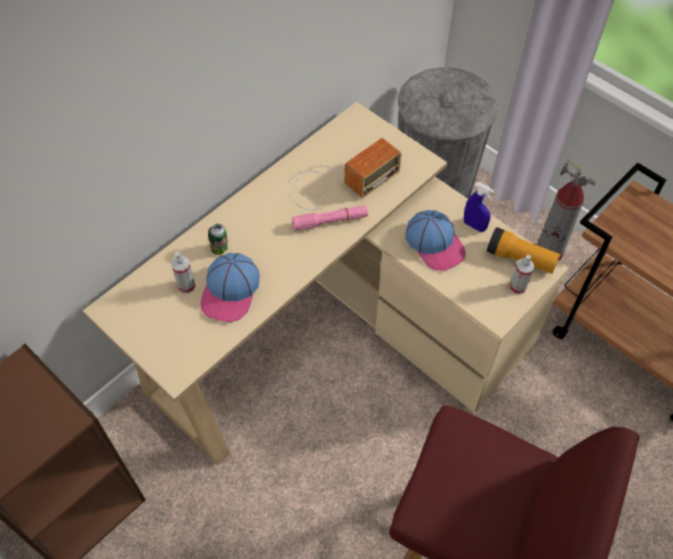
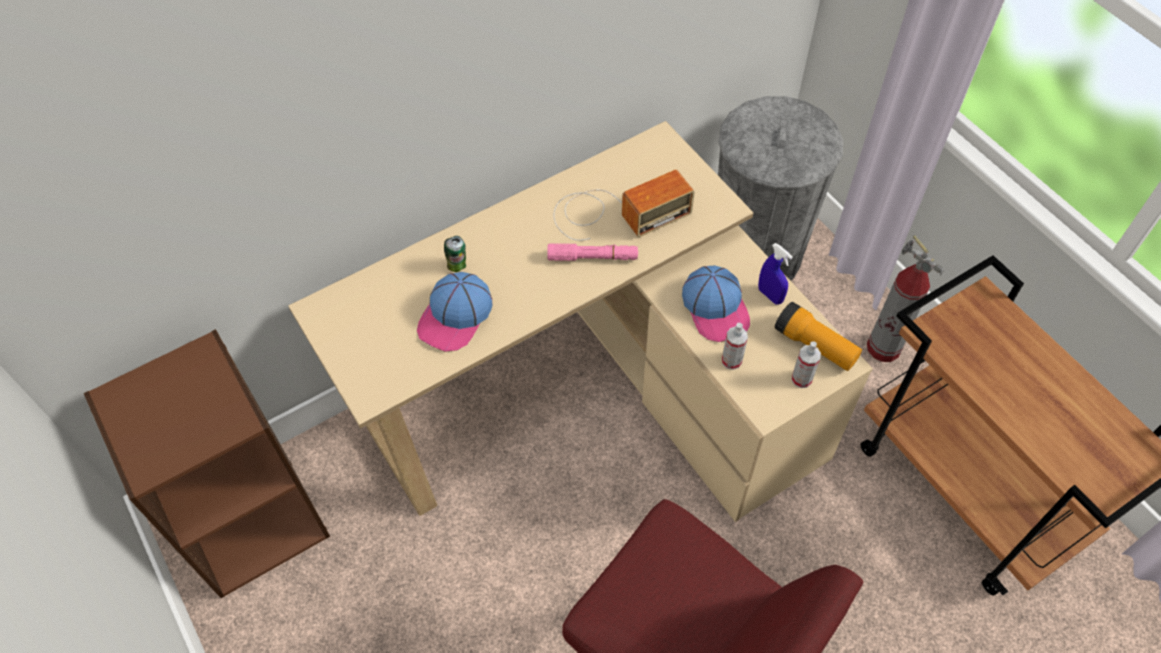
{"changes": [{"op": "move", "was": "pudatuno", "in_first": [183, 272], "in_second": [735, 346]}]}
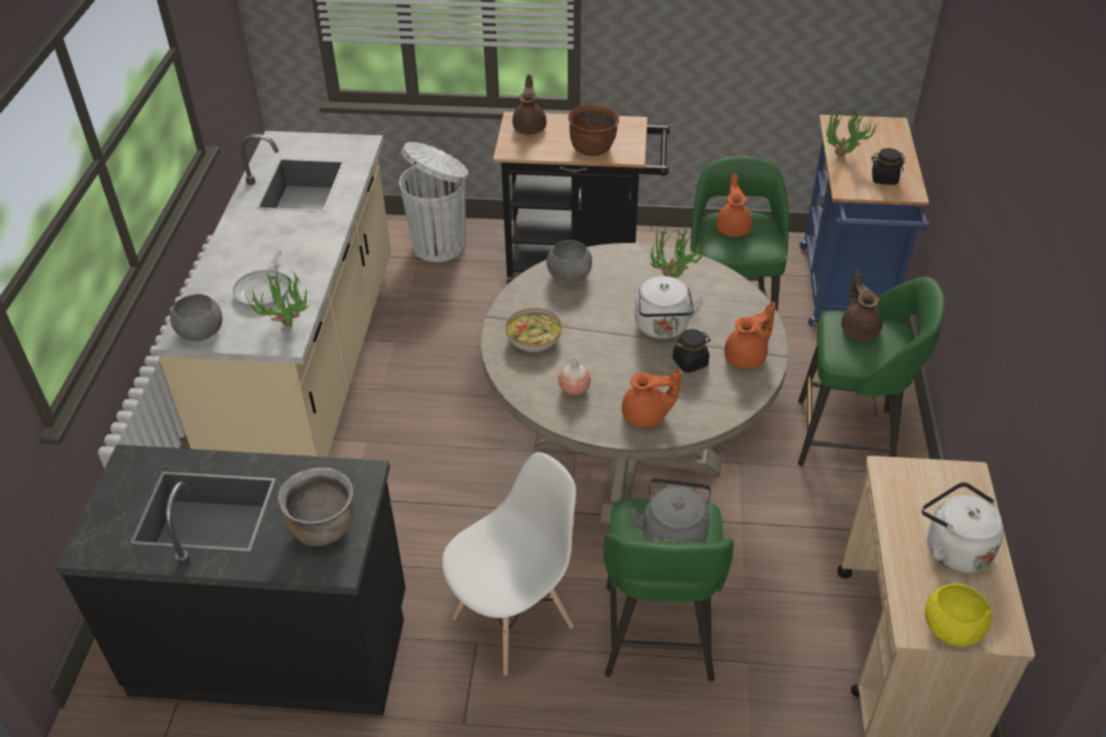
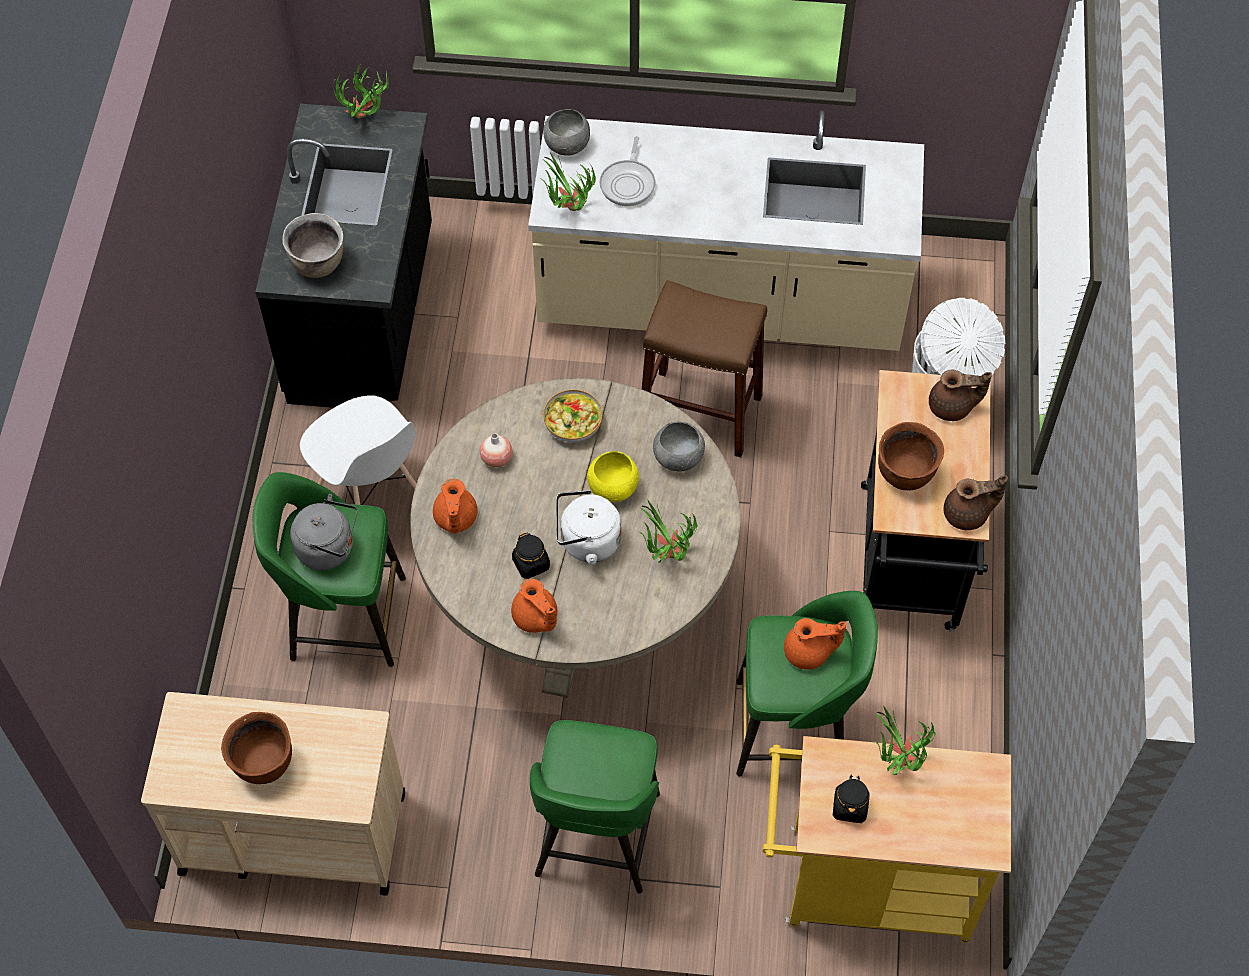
{"changes": [{"op": "replace", "was": "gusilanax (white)", "now": "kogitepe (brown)", "in_first": [963, 527], "in_second": [256, 748]}, {"op": "insert", "now": "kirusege", "in_second": [361, 91]}, {"op": "move", "was": "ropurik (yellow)", "in_first": [958, 614], "in_second": [613, 476]}, {"op": "rotate", "was": "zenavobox", "in_first": [261, 279], "in_second": [627, 171], "clockwise": -90}, {"op": "insert", "now": "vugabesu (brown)", "in_second": [704, 369]}, {"op": "recolor", "was": "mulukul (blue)", "now": "mulukul (yellow)", "in_first": [864, 220], "in_second": [886, 839]}, {"op": "move", "was": "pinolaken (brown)", "in_first": [862, 305], "in_second": [976, 503]}]}
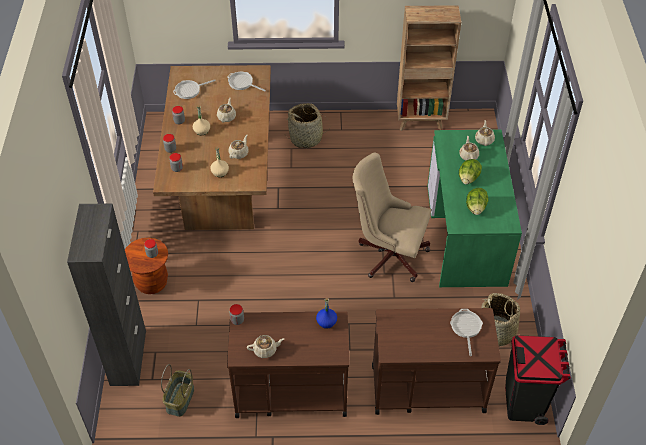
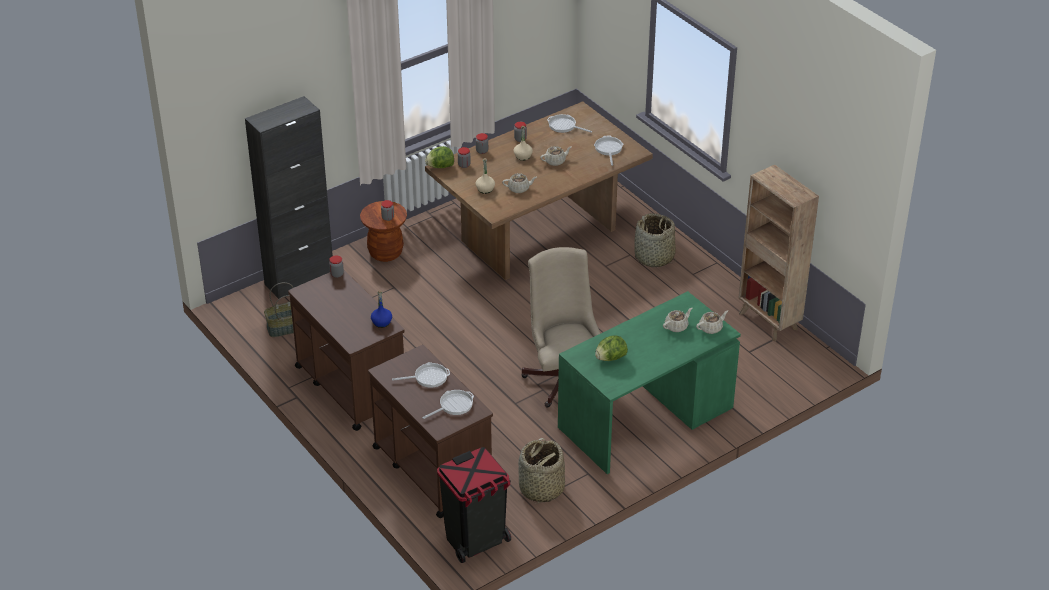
{"changes": [{"op": "insert", "now": "zenavobox", "in_second": [421, 375]}, {"op": "move", "was": "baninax", "in_first": [470, 172], "in_second": [439, 157]}, {"op": "delete", "was": "pinolaken (beige)", "in_first": [265, 346]}]}
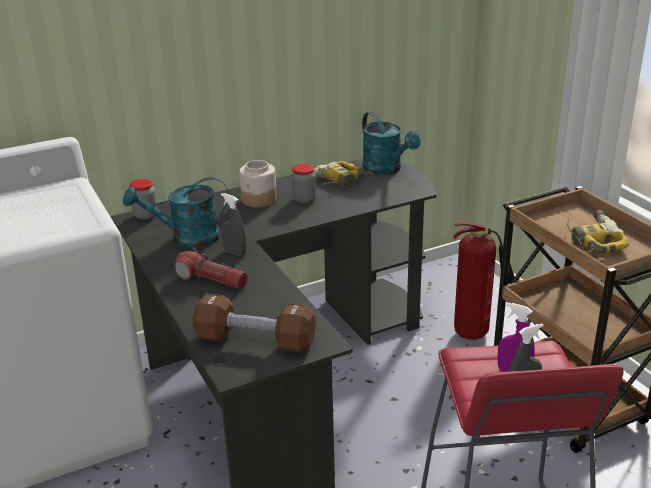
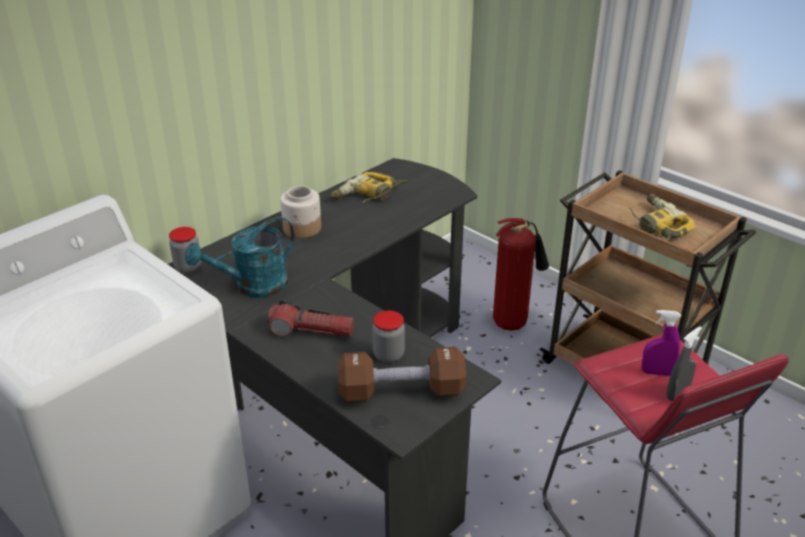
{"changes": [{"op": "move", "was": "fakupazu", "in_first": [303, 183], "in_second": [388, 337]}, {"op": "delete", "was": "pudatuno (grey)", "in_first": [233, 224]}, {"op": "delete", "was": "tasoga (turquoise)", "in_first": [391, 143]}]}
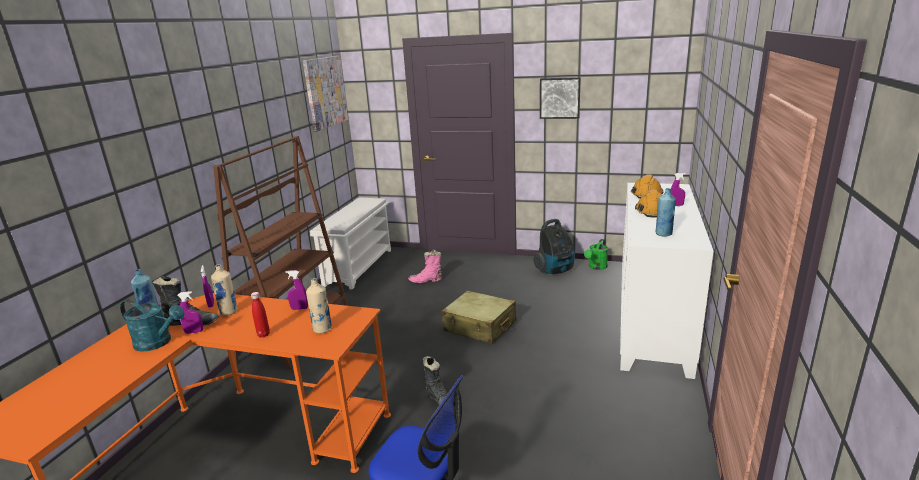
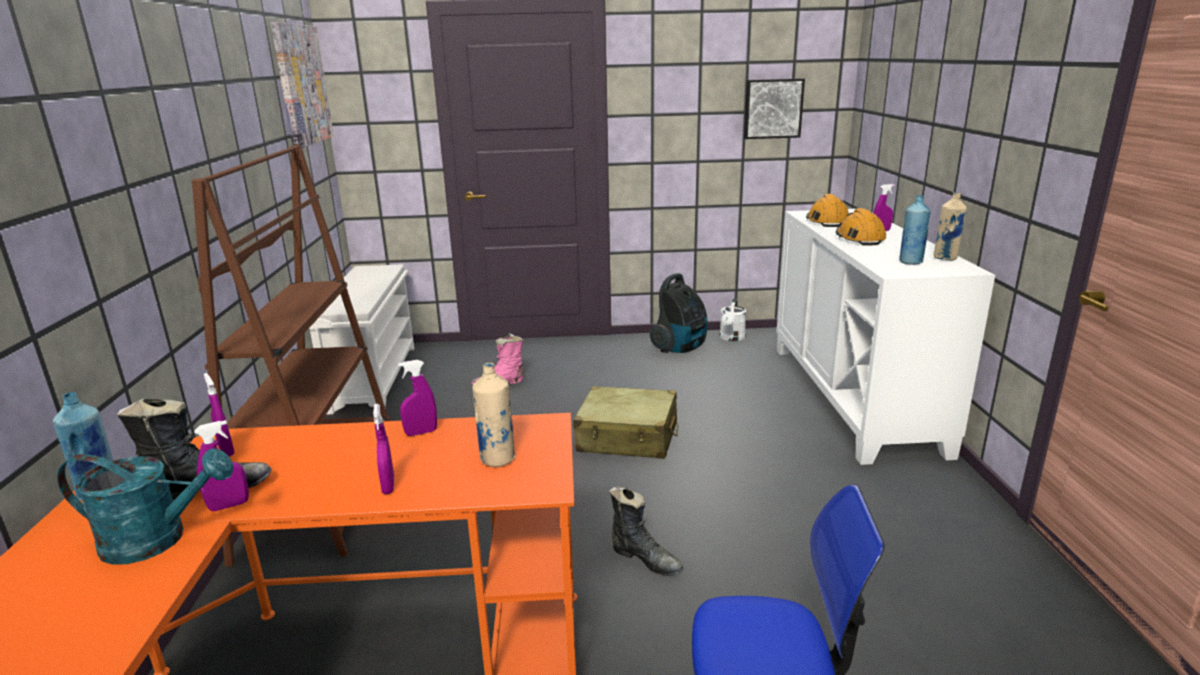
{"changes": [{"op": "replace", "was": "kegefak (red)", "now": "pudatuno (purple)", "in_first": [260, 315], "in_second": [383, 449]}, {"op": "recolor", "was": "tasoga (green)", "now": "tasoga (white)", "in_first": [596, 254], "in_second": [733, 319]}, {"op": "move", "was": "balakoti", "in_first": [560, 98], "in_second": [774, 108]}, {"op": "move", "was": "kegefak (beige)", "in_first": [224, 289], "in_second": [950, 226]}]}
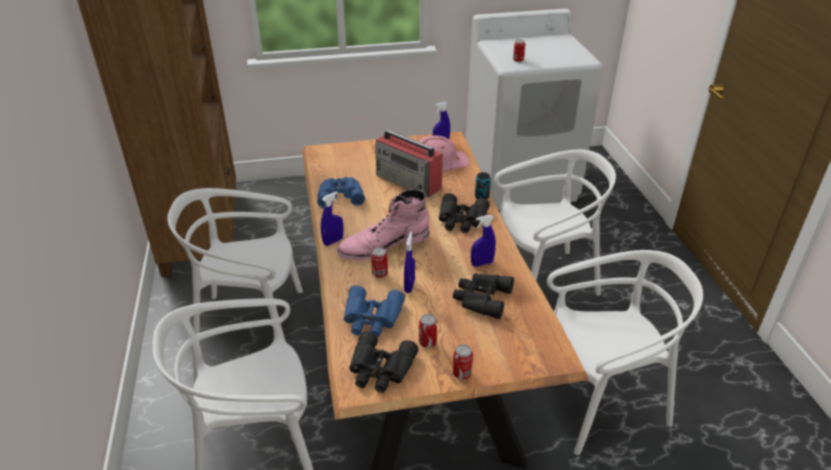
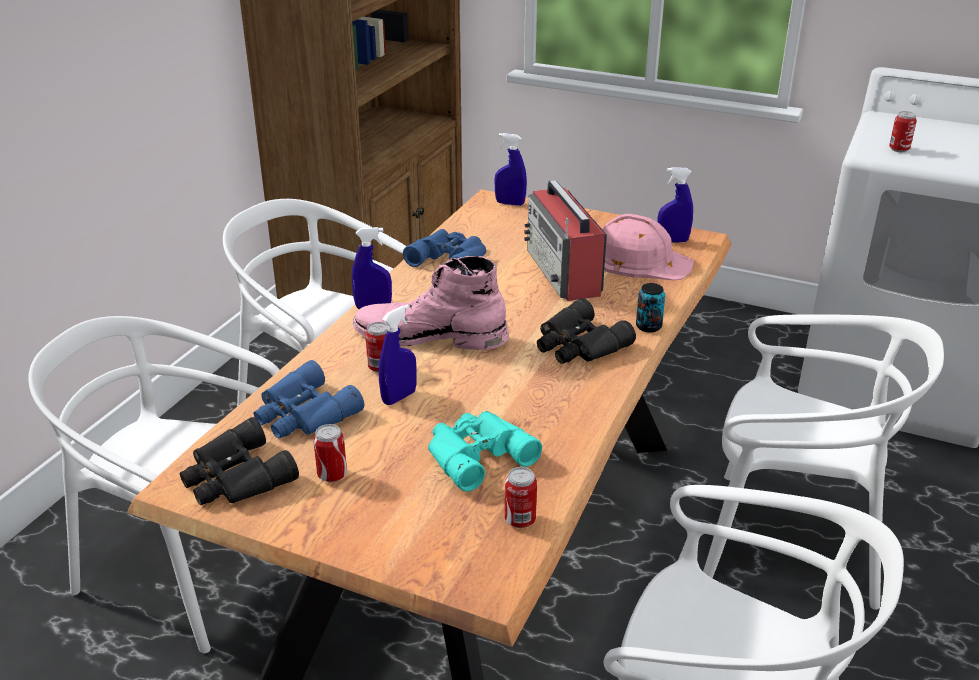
{"changes": [{"op": "recolor", "was": "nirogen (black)", "now": "nirogen (turquoise)", "in_first": [483, 296], "in_second": [485, 451]}, {"op": "move", "was": "pudatuno (blue)", "in_first": [483, 241], "in_second": [511, 169]}, {"op": "move", "was": "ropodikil", "in_first": [463, 361], "in_second": [521, 497]}]}
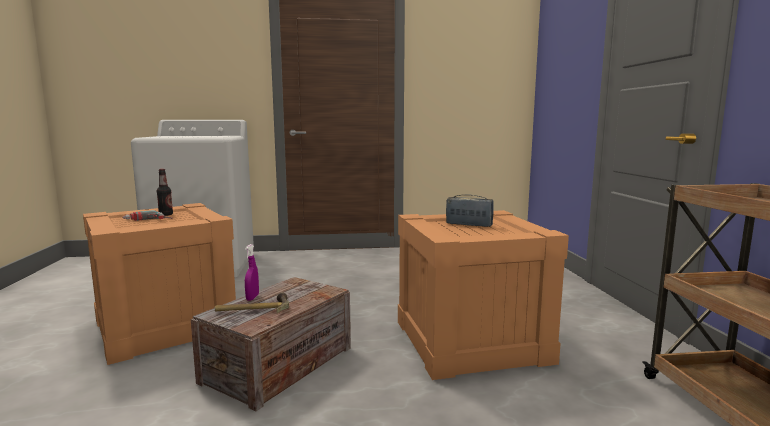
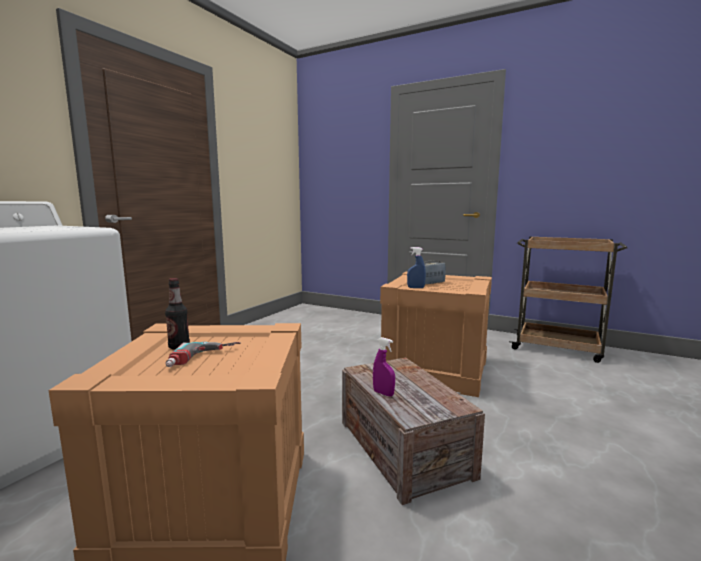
{"changes": [{"op": "insert", "now": "pudatuno (blue)", "in_second": [416, 267]}, {"op": "delete", "was": "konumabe", "in_first": [252, 303]}]}
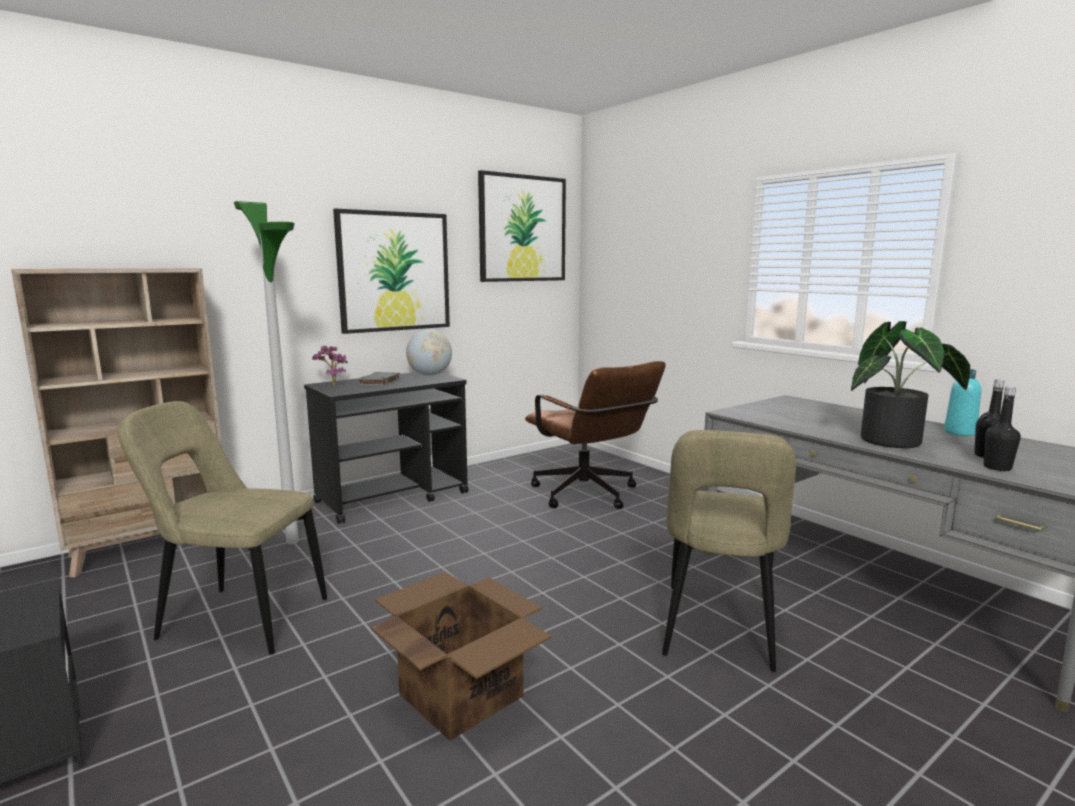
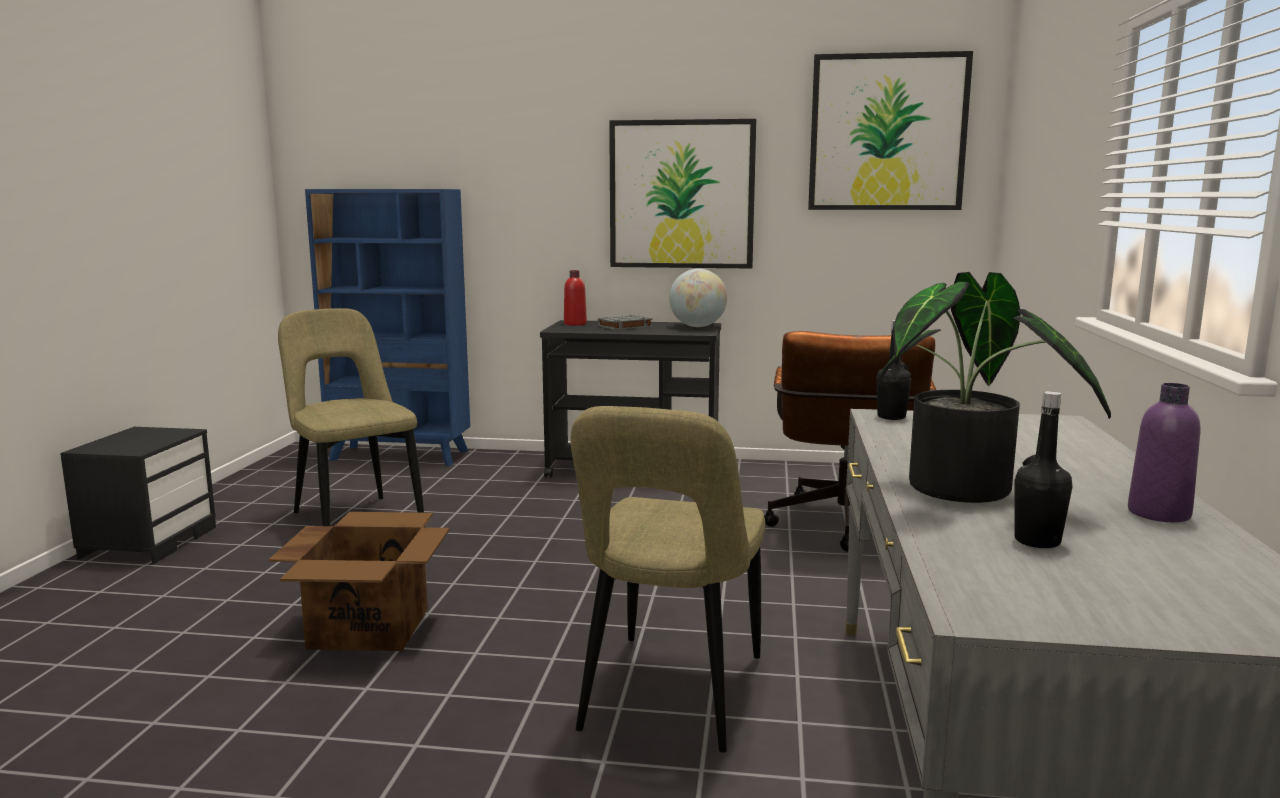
{"changes": [{"op": "recolor", "was": "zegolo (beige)", "now": "zegolo (blue)", "in_first": [116, 423], "in_second": [387, 327]}, {"op": "replace", "was": "kirusege", "now": "kegefak (red)", "in_first": [330, 365], "in_second": [575, 298]}, {"op": "rotate", "was": "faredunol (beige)", "in_first": [729, 551], "in_second": [667, 579], "clockwise": -45}, {"op": "move", "was": "kegefak (black)", "in_first": [1002, 429], "in_second": [894, 370]}, {"op": "recolor", "was": "kegefak (turquoise)", "now": "kegefak (purple)", "in_first": [962, 402], "in_second": [1164, 452]}, {"op": "delete", "was": "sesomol", "in_first": [266, 372]}]}
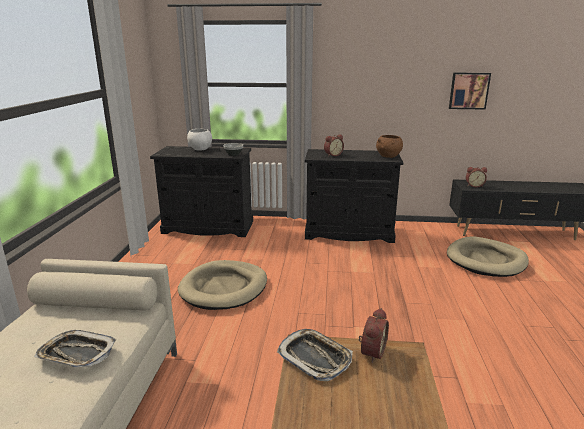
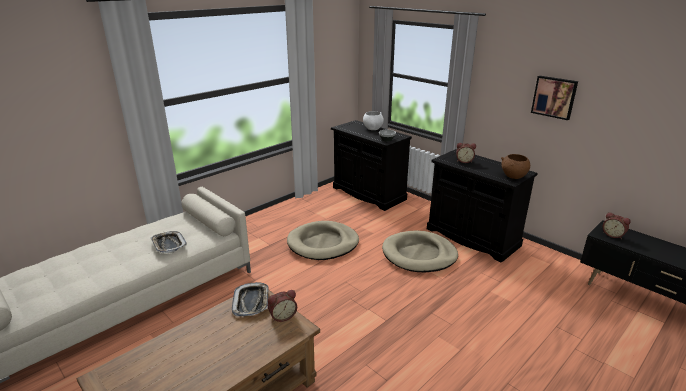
{"changes": [{"op": "move", "was": "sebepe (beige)", "in_first": [488, 256], "in_second": [420, 251]}, {"op": "move", "was": "balakoti", "in_first": [470, 91], "in_second": [554, 98]}]}
